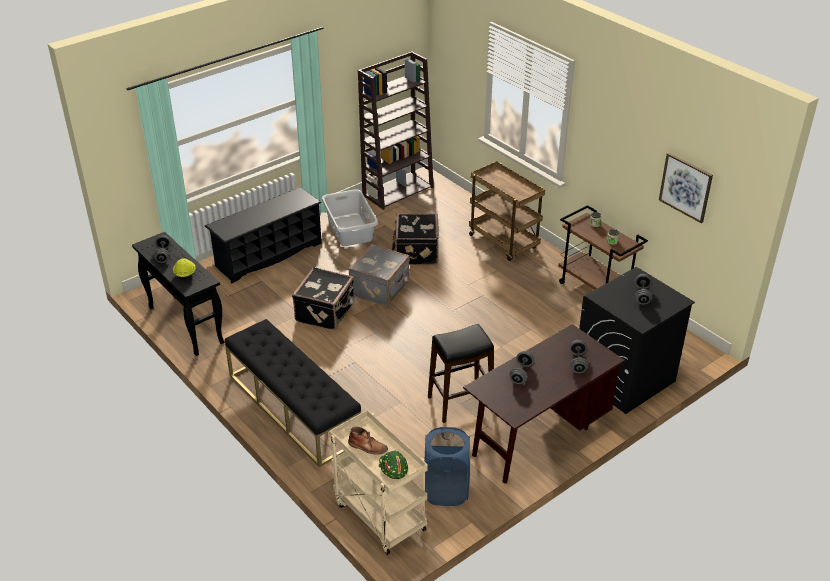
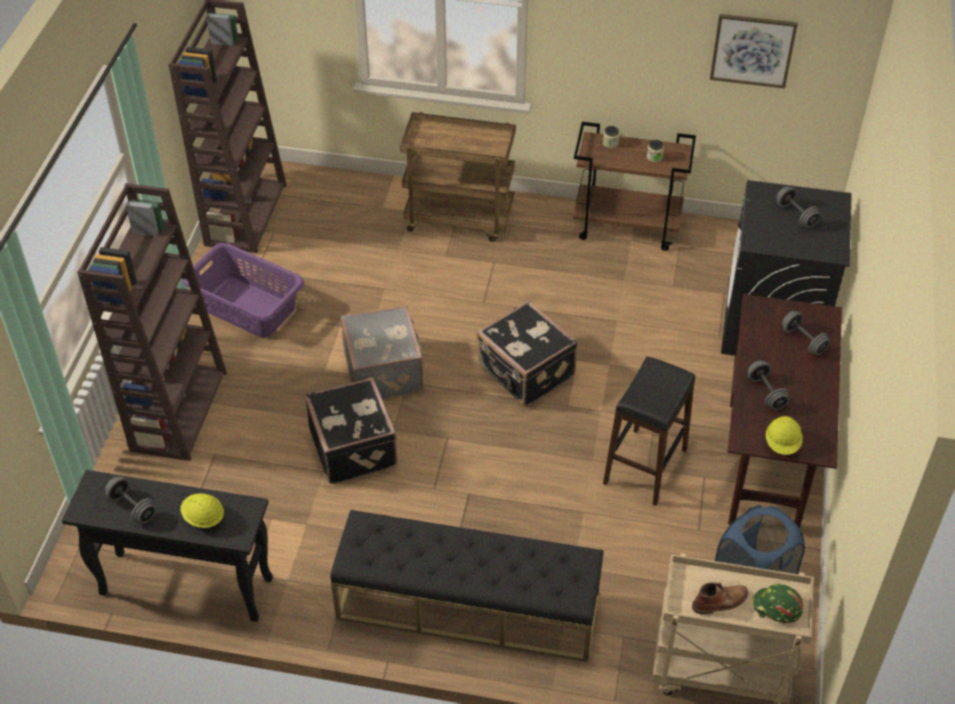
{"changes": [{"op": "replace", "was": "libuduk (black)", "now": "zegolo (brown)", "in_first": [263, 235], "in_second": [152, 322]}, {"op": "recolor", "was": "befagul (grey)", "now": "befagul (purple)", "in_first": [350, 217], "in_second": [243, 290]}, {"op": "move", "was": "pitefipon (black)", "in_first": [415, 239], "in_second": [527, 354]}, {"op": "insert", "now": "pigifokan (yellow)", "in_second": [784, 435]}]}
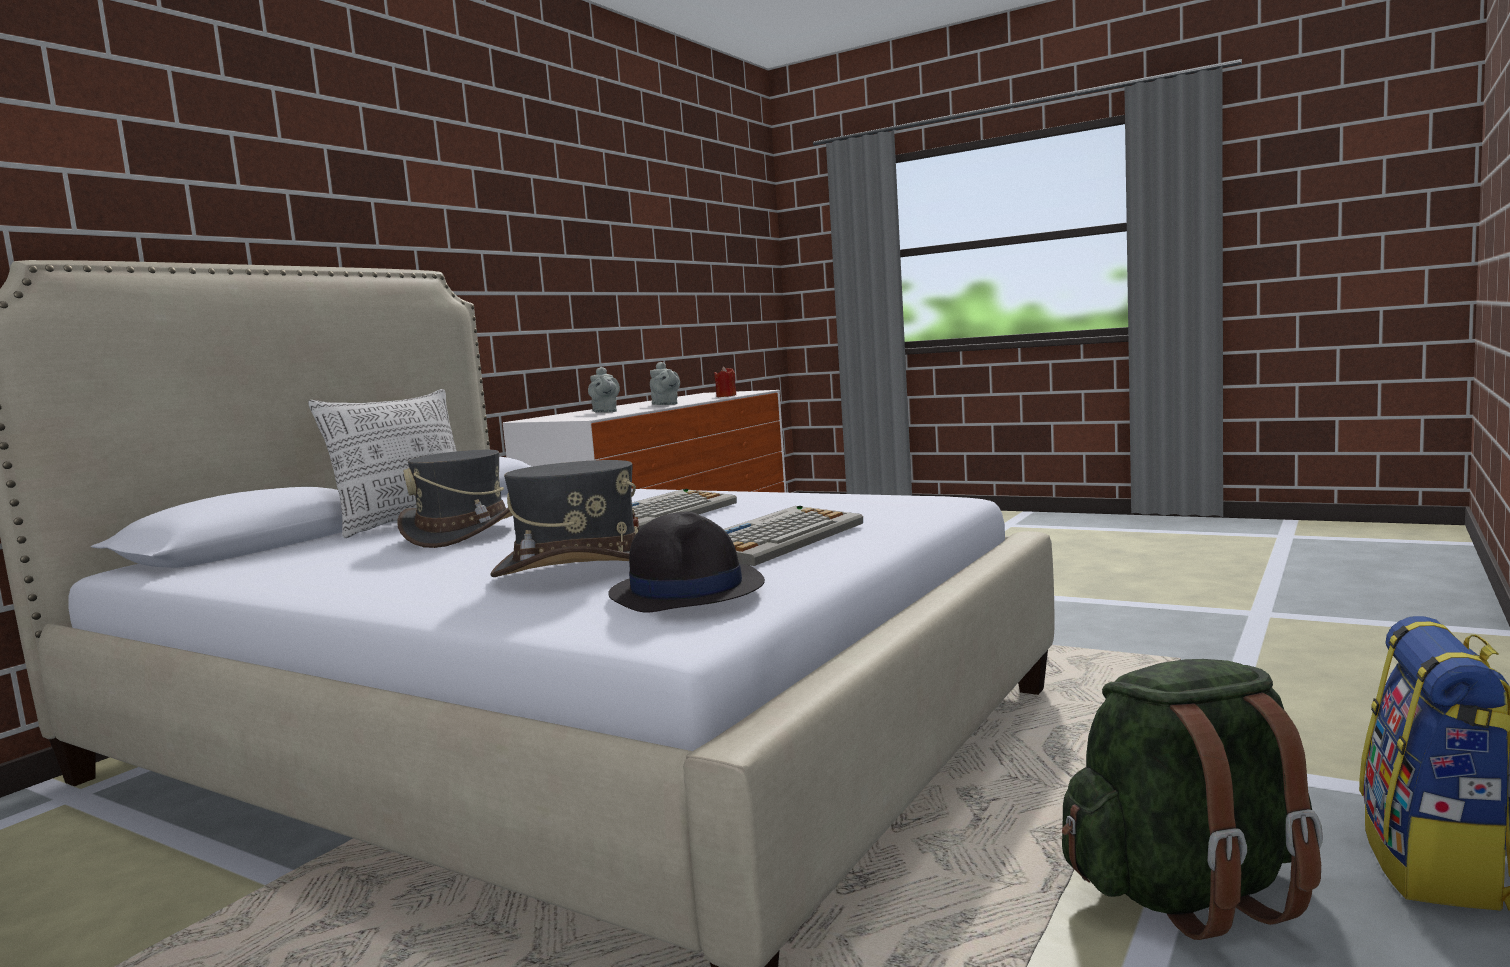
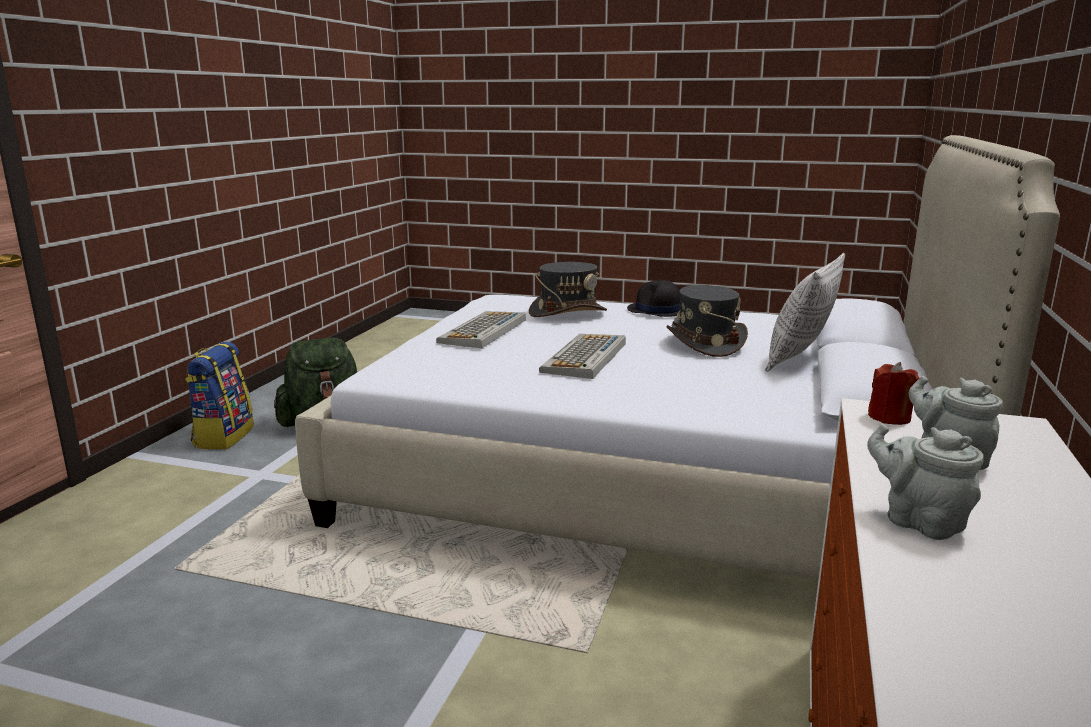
{"changes": [{"op": "move", "was": "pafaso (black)", "in_first": [686, 561], "in_second": [653, 298]}, {"op": "move", "was": "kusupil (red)", "in_first": [725, 381], "in_second": [893, 393]}]}
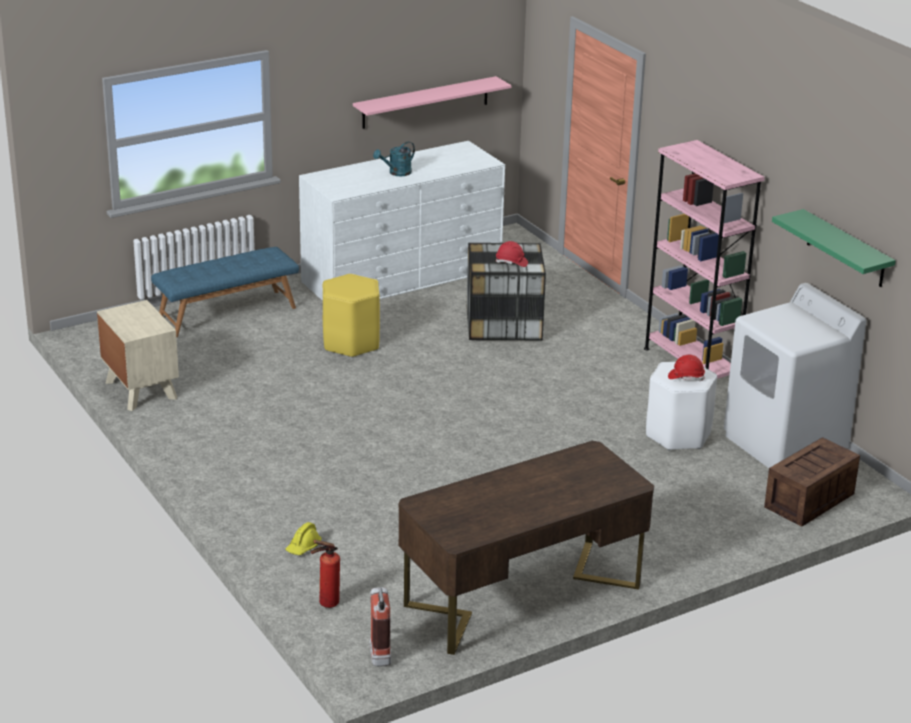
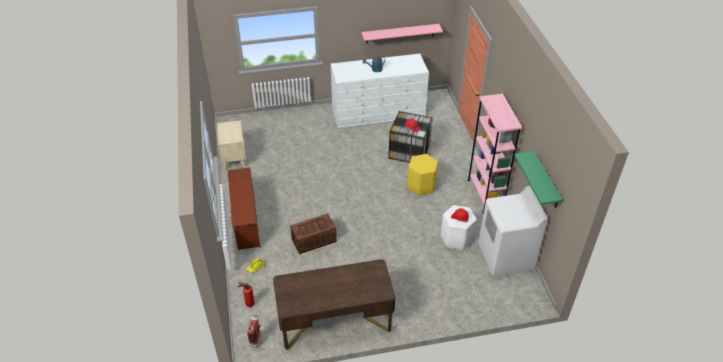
{"changes": [{"op": "insert", "now": "libuduk (brown)", "in_second": [244, 208]}, {"op": "move", "was": "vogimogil", "in_first": [812, 482], "in_second": [313, 233]}, {"op": "move", "was": "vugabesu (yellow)", "in_first": [351, 316], "in_second": [422, 175]}, {"op": "delete", "was": "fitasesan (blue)", "in_first": [225, 292]}]}
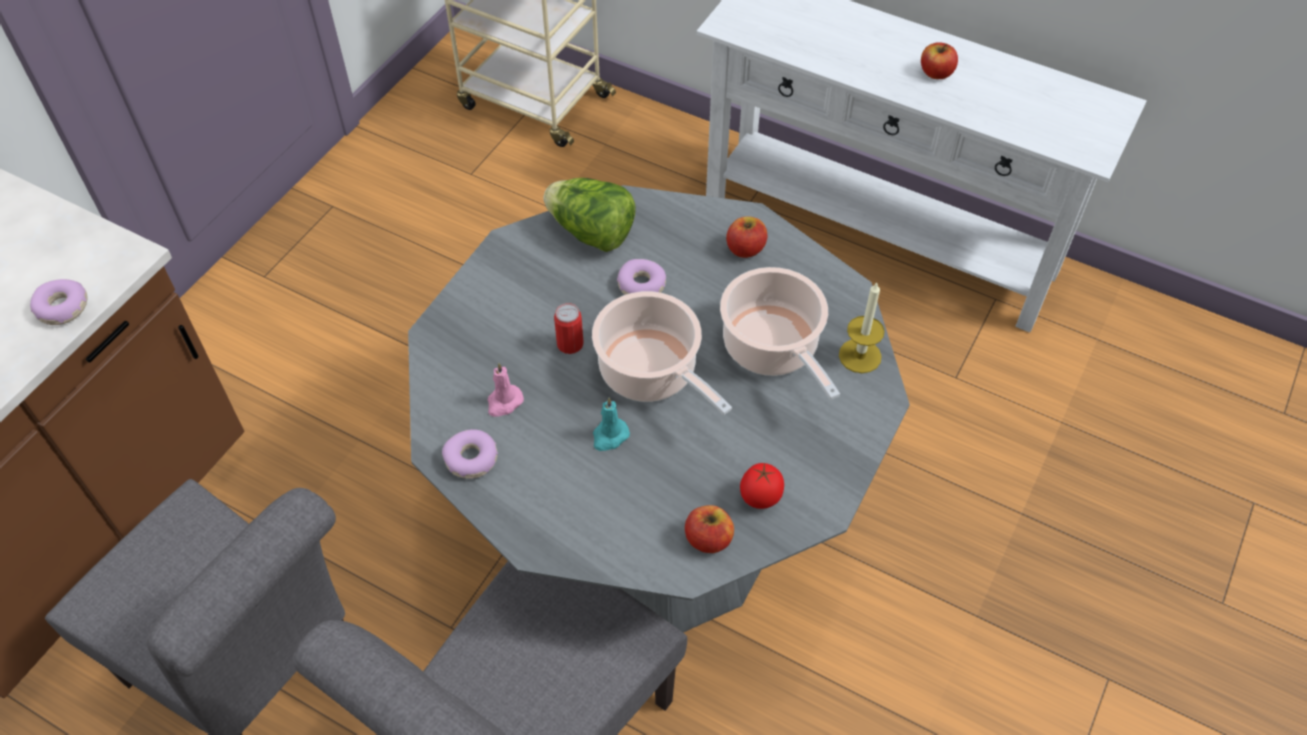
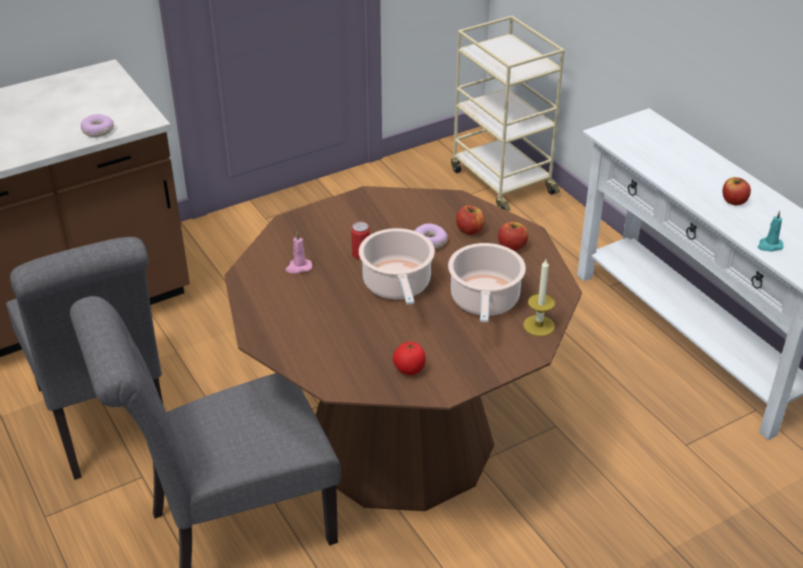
{"changes": [{"op": "recolor", "was": "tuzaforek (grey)", "now": "tuzaforek (brown)", "in_first": [659, 408], "in_second": [403, 348]}, {"op": "move", "was": "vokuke", "in_first": [709, 529], "in_second": [470, 220]}, {"op": "move", "was": "kusupil (turquoise)", "in_first": [611, 424], "in_second": [770, 231]}, {"op": "delete", "was": "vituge", "in_first": [470, 454]}, {"op": "delete", "was": "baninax", "in_first": [589, 215]}]}
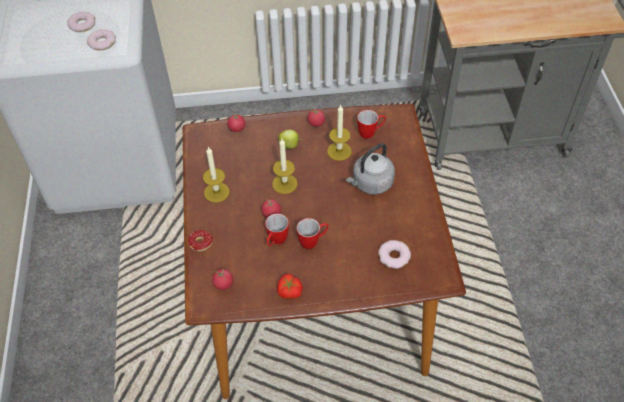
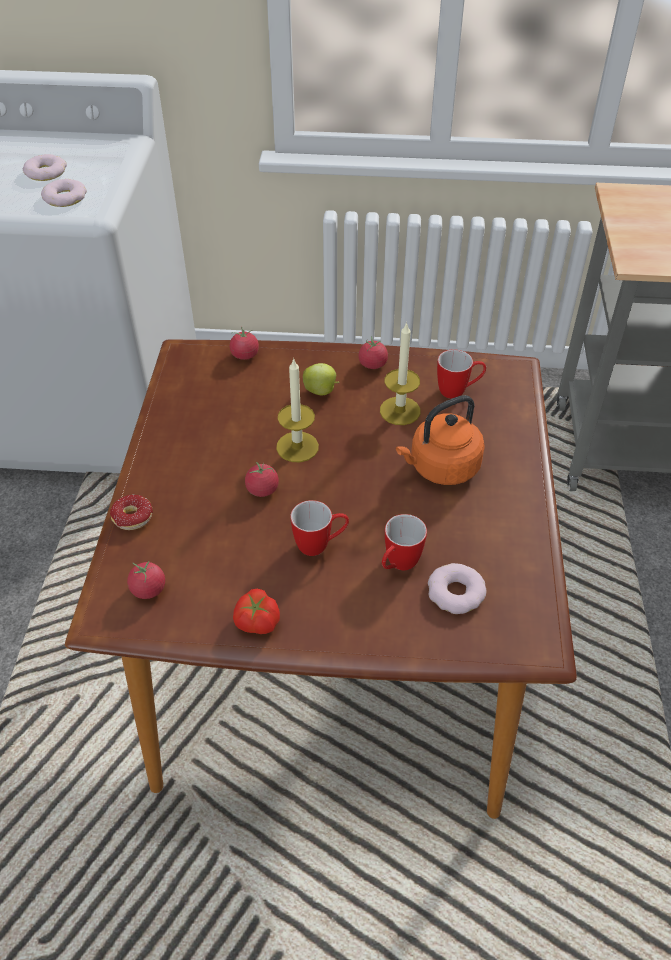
{"changes": [{"op": "move", "was": "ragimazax", "in_first": [277, 230], "in_second": [404, 542]}, {"op": "recolor", "was": "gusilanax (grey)", "now": "gusilanax (orange)", "in_first": [370, 169], "in_second": [440, 440]}, {"op": "delete", "was": "kusupil", "in_first": [216, 175]}]}
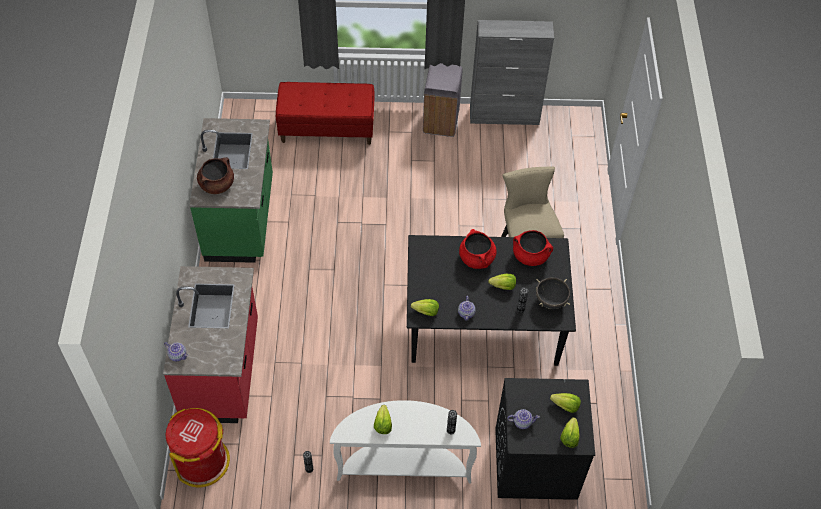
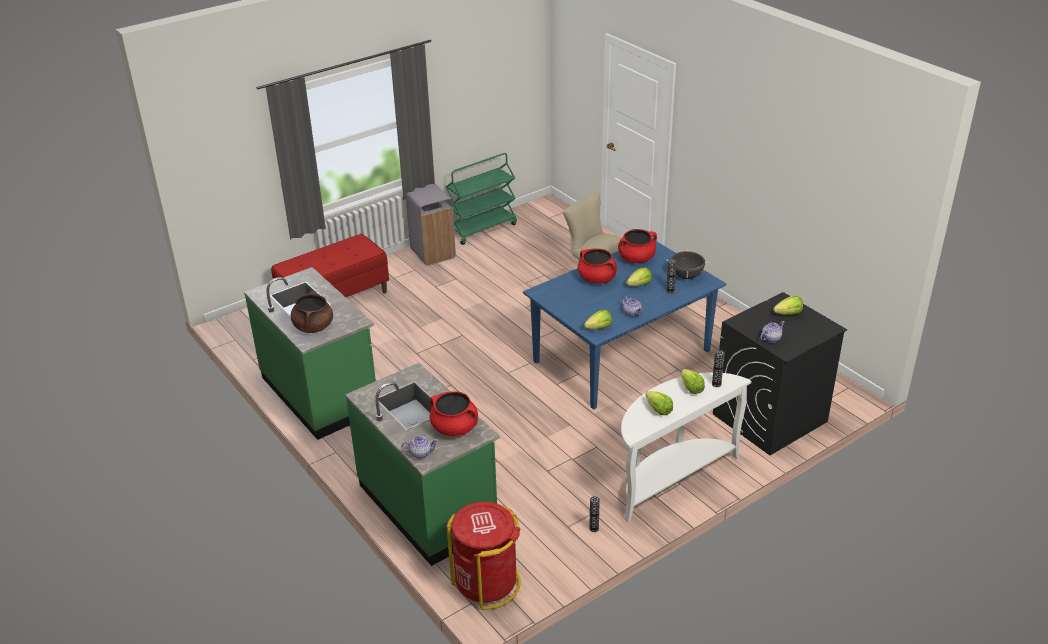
{"changes": [{"op": "recolor", "was": "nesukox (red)", "now": "nesukox (green)", "in_first": [210, 344], "in_second": [422, 464]}, {"op": "insert", "now": "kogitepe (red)", "in_second": [453, 413]}, {"op": "replace", "was": "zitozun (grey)", "now": "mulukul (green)", "in_first": [512, 72], "in_second": [481, 199]}, {"op": "recolor", "was": "tuzaforek (black)", "now": "tuzaforek (blue)", "in_first": [491, 300], "in_second": [624, 325]}, {"op": "move", "was": "baninax", "in_first": [570, 432], "in_second": [693, 381]}]}
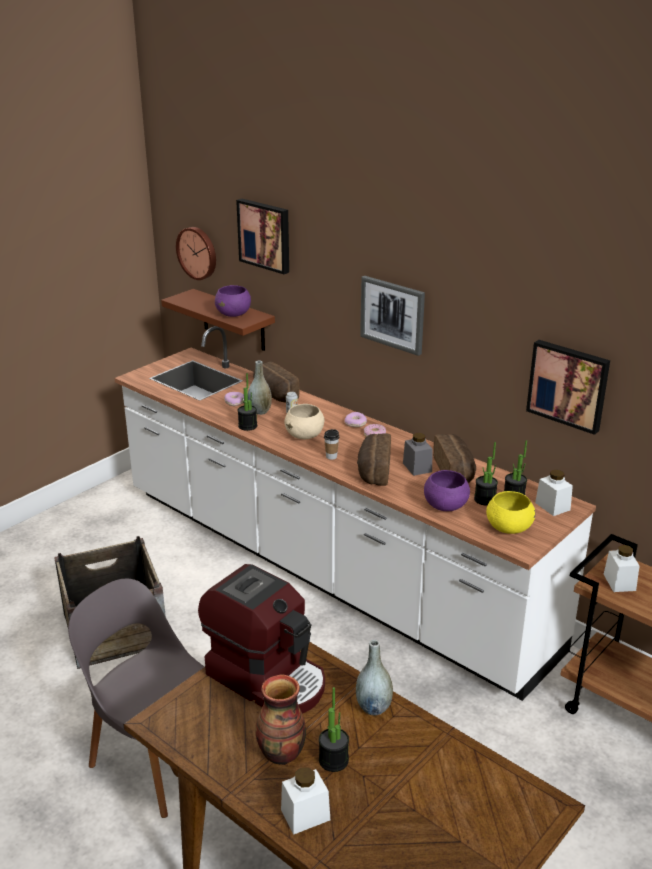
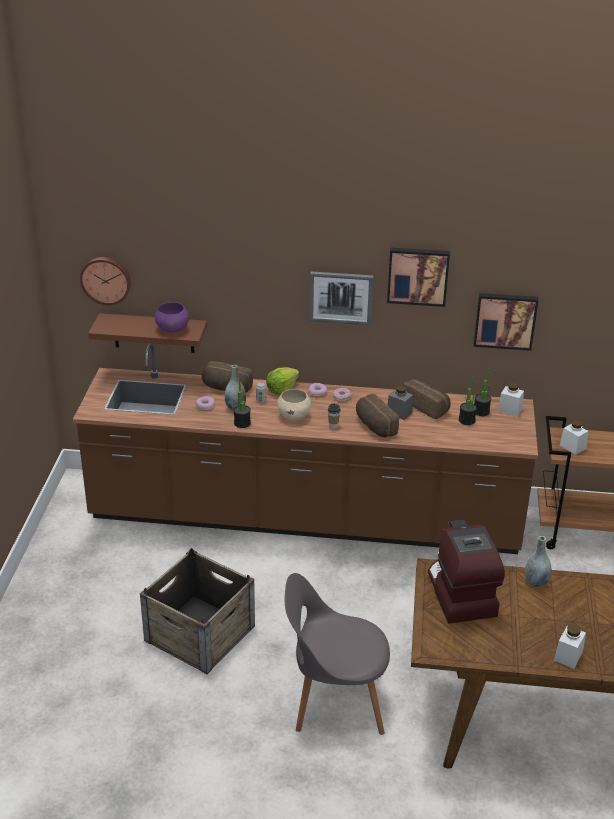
{"changes": [{"op": "recolor", "was": "nesukox (white)", "now": "nesukox (brown)", "in_first": [355, 513], "in_second": [305, 448]}, {"op": "insert", "now": "baninax", "in_second": [282, 381]}, {"op": "move", "was": "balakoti", "in_first": [262, 236], "in_second": [418, 277]}, {"op": "rotate", "was": "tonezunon", "in_first": [261, 639], "in_second": [466, 572], "clockwise": -105}, {"op": "delete", "was": "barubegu", "in_first": [280, 720]}, {"op": "delete", "was": "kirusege", "in_first": [334, 729]}, {"op": "delete", "was": "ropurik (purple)", "in_first": [447, 490]}, {"op": "delete", "was": "ropurik (yellow)", "in_first": [511, 512]}]}
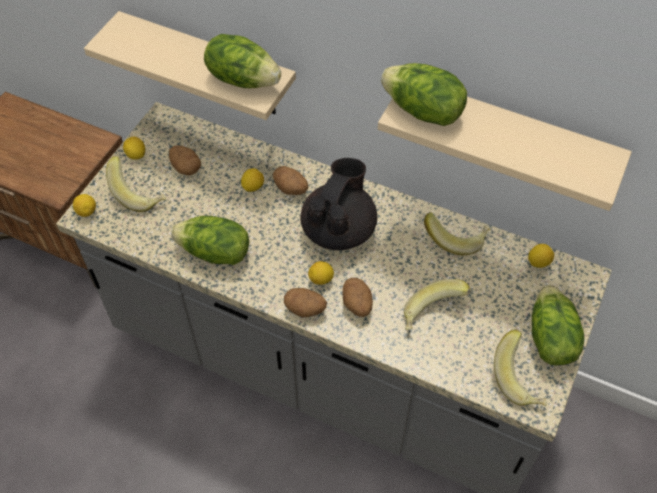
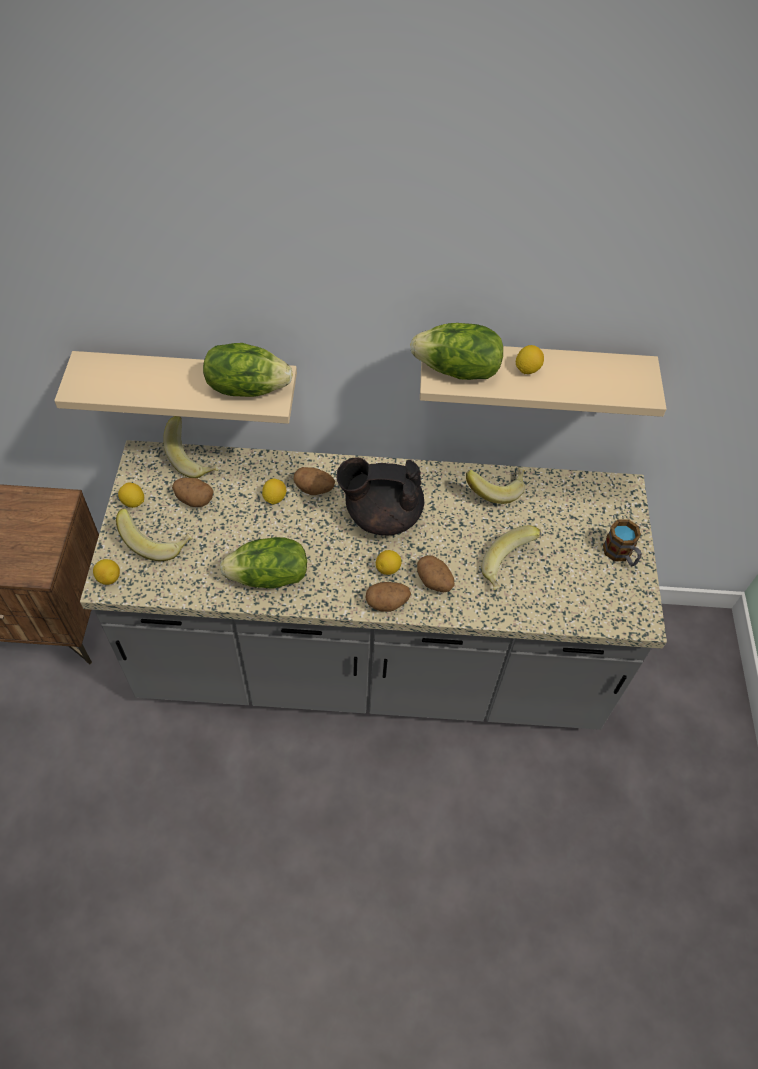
{"changes": [{"op": "move", "was": "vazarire", "in_first": [520, 367], "in_second": [190, 447]}, {"op": "rotate", "was": "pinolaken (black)", "in_first": [338, 204], "in_second": [380, 496], "clockwise": -90}, {"op": "move", "was": "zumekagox", "in_first": [541, 256], "in_second": [530, 359]}, {"op": "replace", "was": "baninax", "now": "ragimazax", "in_first": [558, 325], "in_second": [622, 542]}]}
